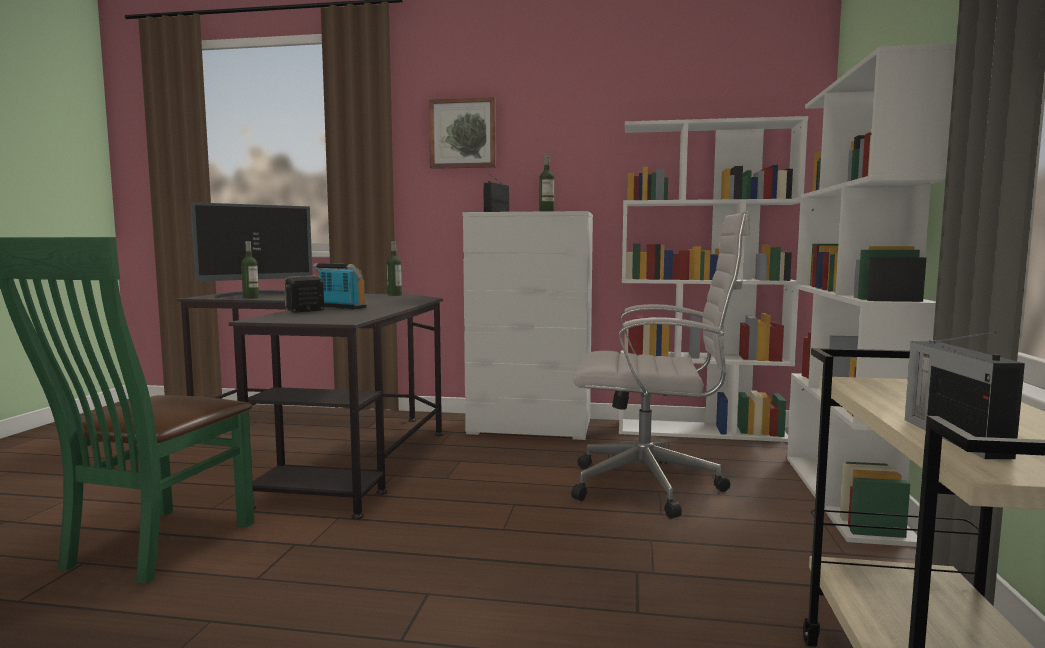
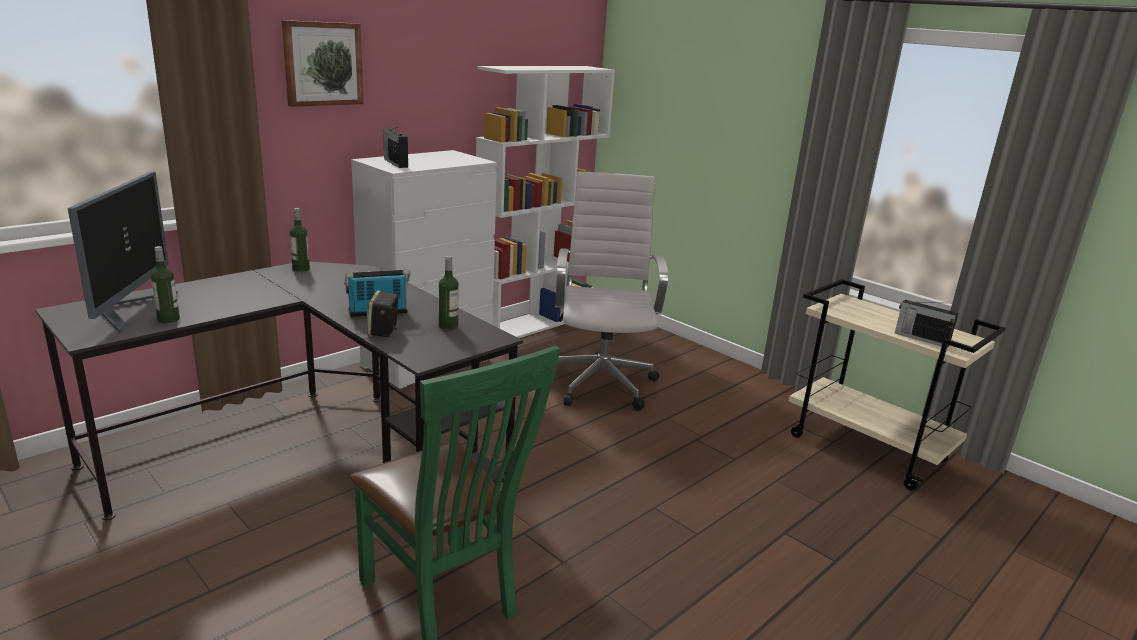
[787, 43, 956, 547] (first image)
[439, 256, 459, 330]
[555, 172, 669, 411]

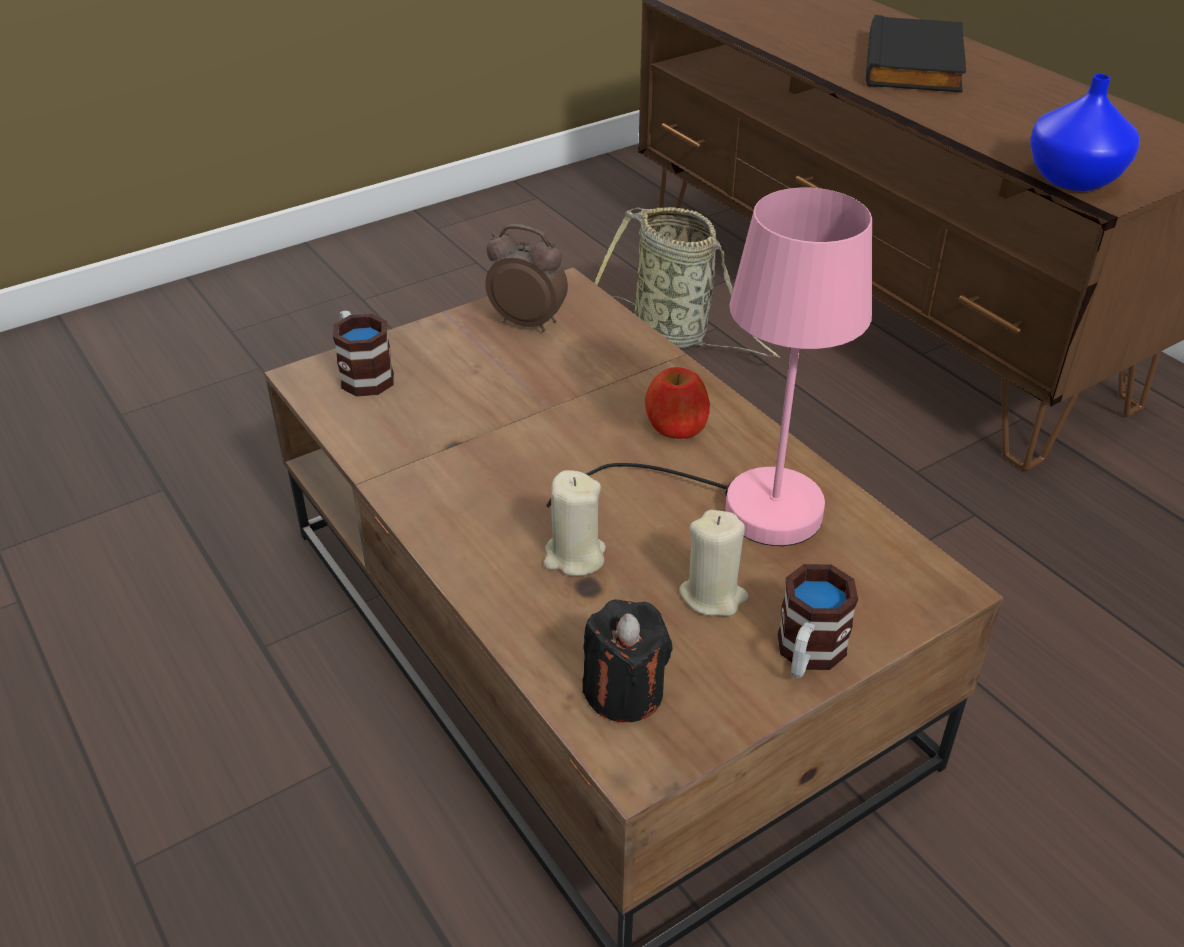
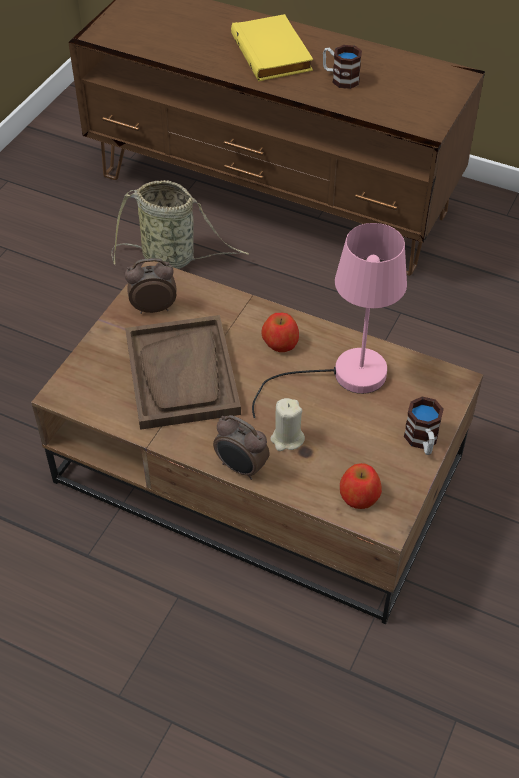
[679, 510, 748, 616] (first image)
[1030, 74, 1140, 191] (first image)
[125, 315, 241, 430]
[213, 415, 269, 480]
[323, 45, 362, 89]
[340, 463, 382, 509]
[231, 14, 313, 81]

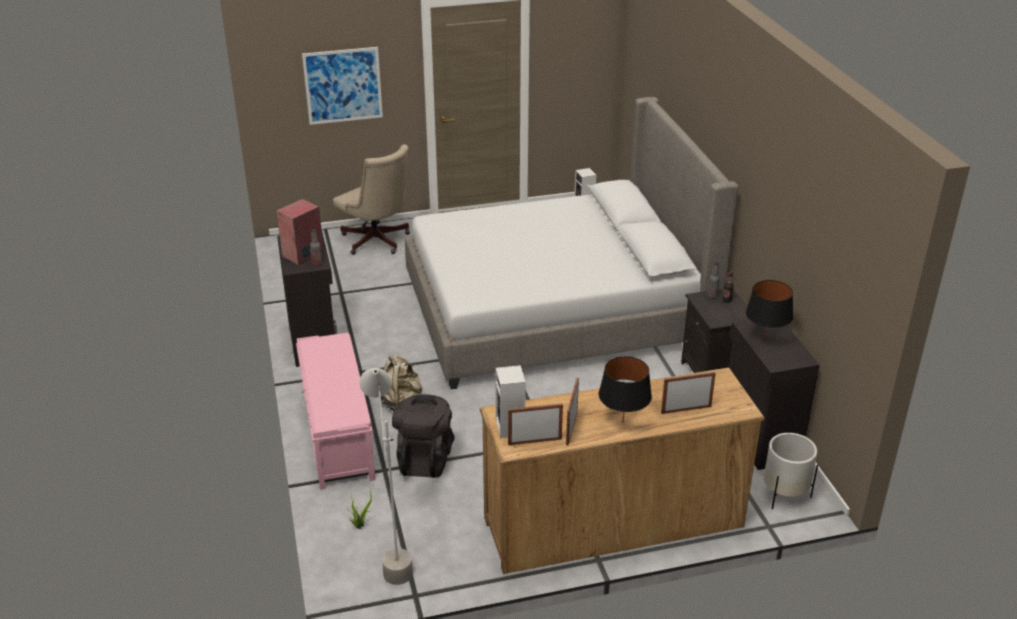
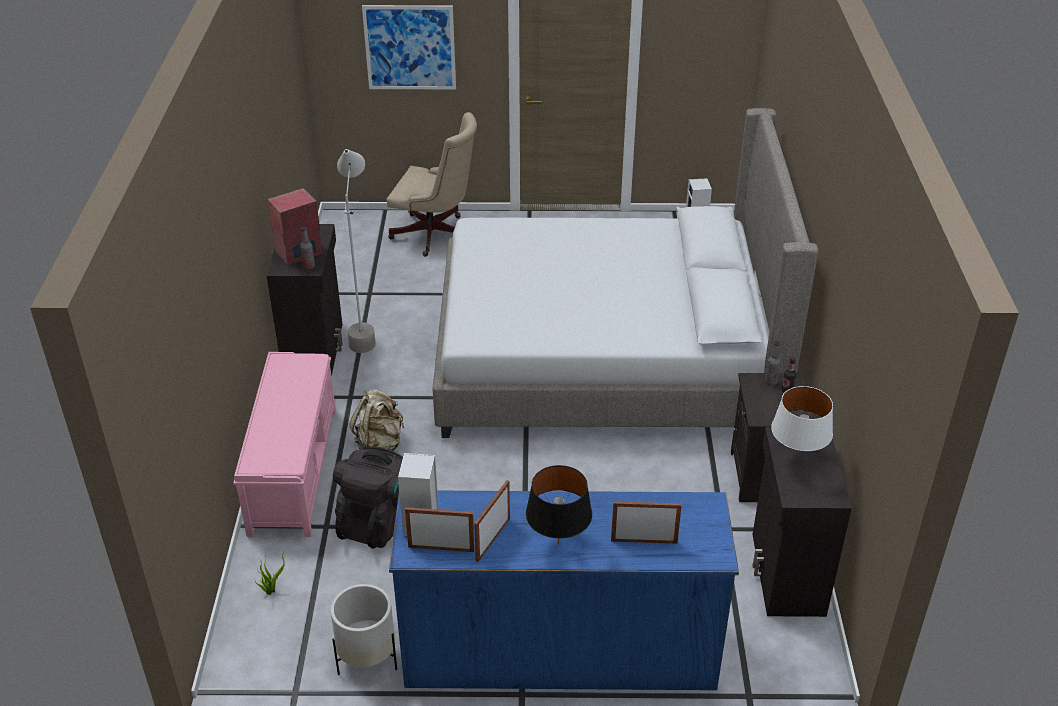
[337, 149, 376, 353]
[331, 584, 397, 675]
[389, 491, 739, 690]
[771, 386, 833, 460]
[387, 112, 477, 257]

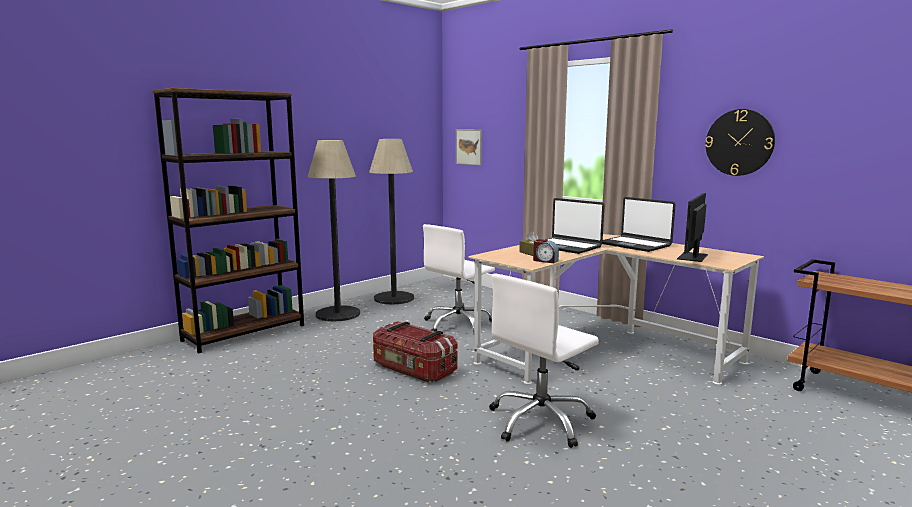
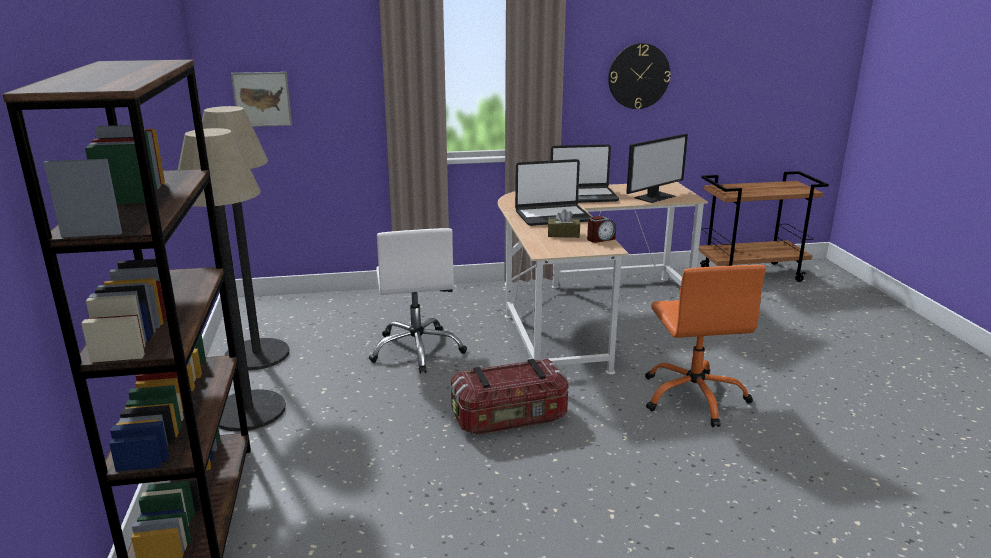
[645, 265, 766, 427]
[626, 134, 688, 203]

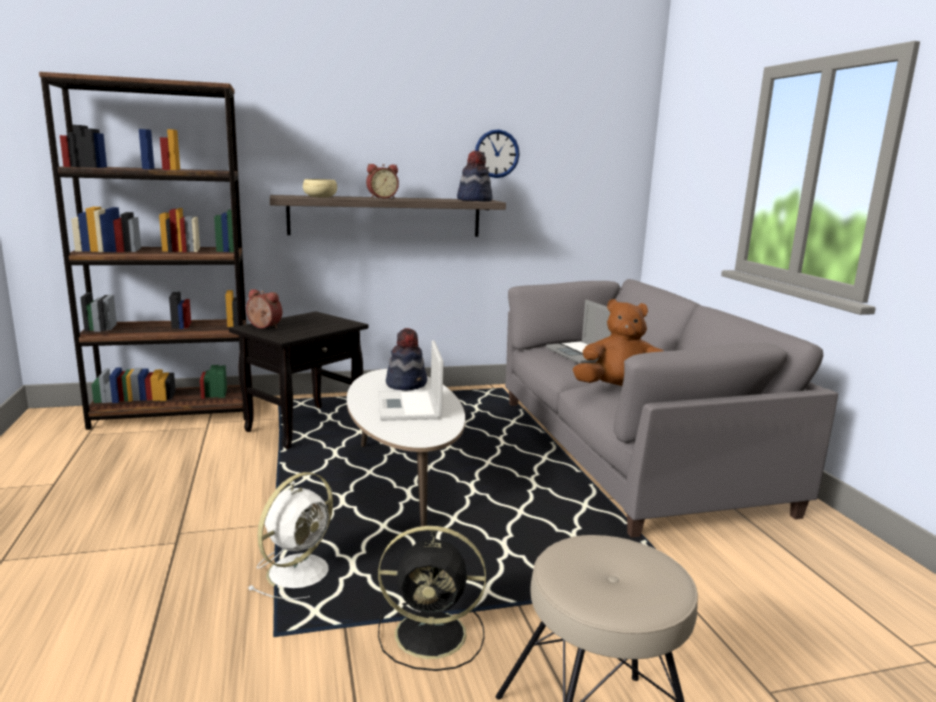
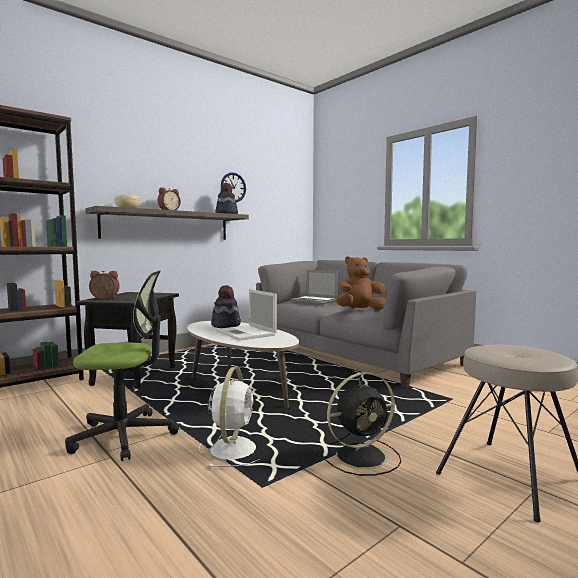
[65, 271, 179, 461]

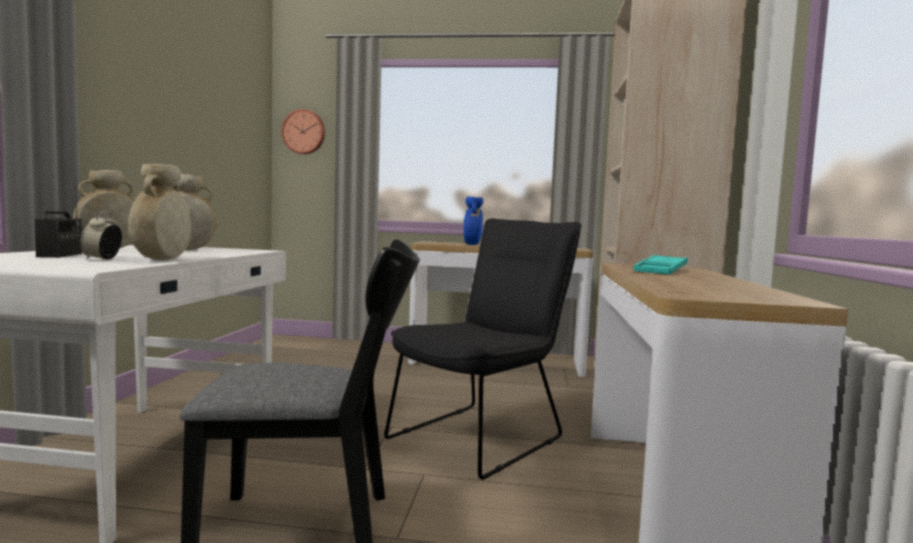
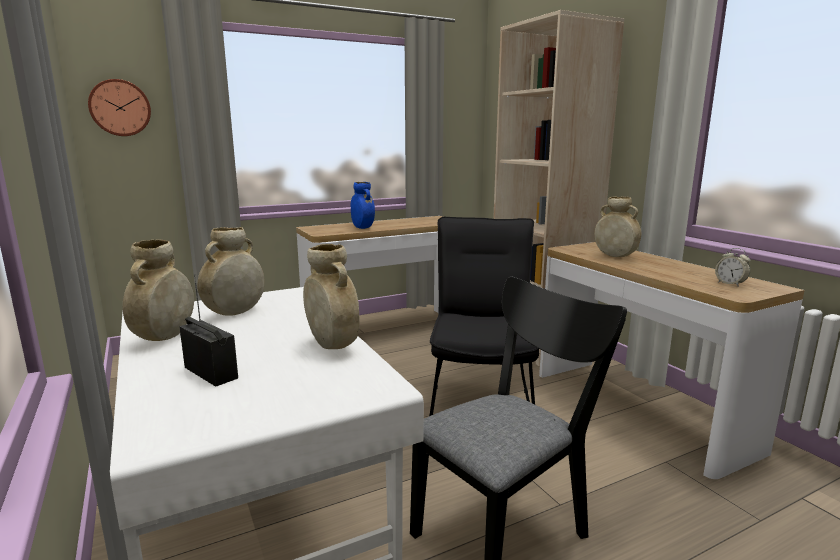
[715, 248, 751, 287]
[594, 196, 641, 257]

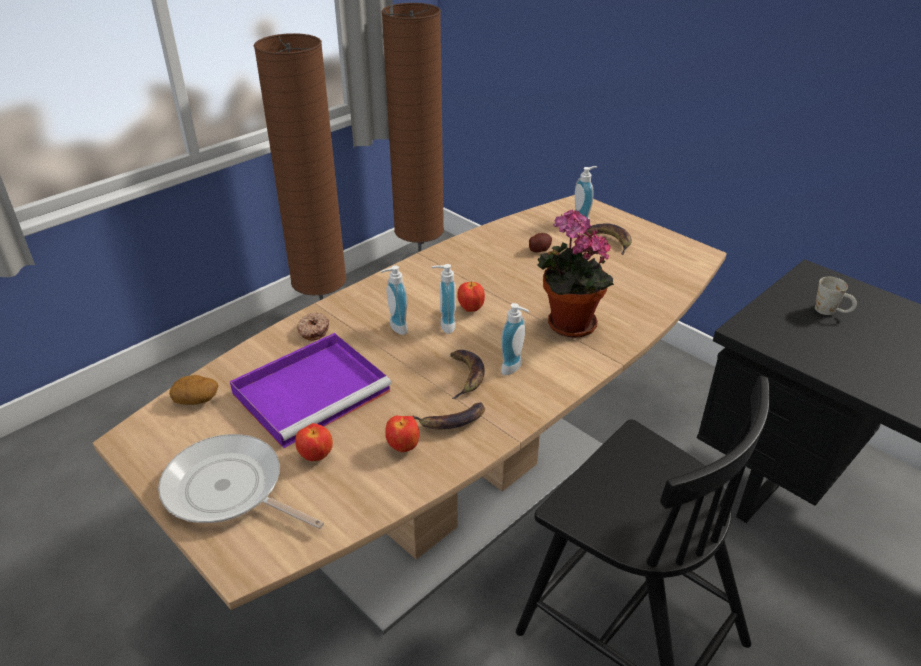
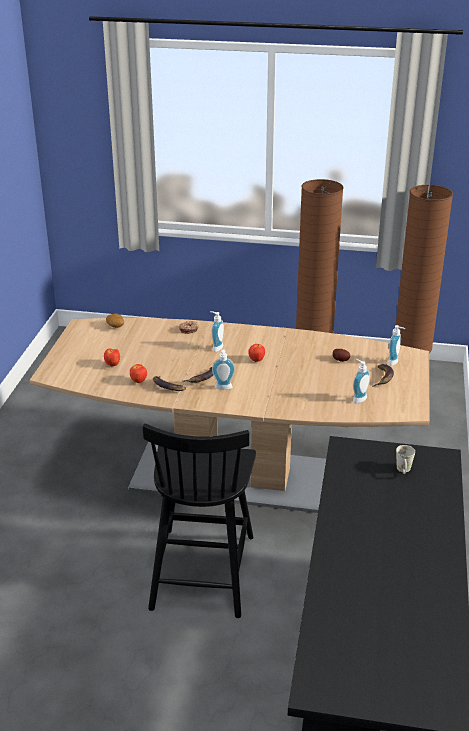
[158, 434, 324, 529] (first image)
[230, 333, 392, 449] (first image)
[537, 210, 614, 338] (first image)
[353, 359, 370, 403]

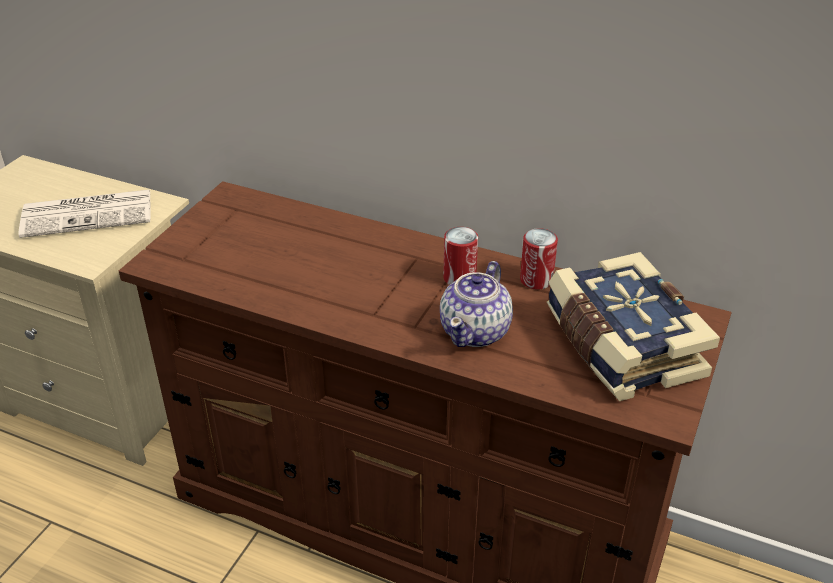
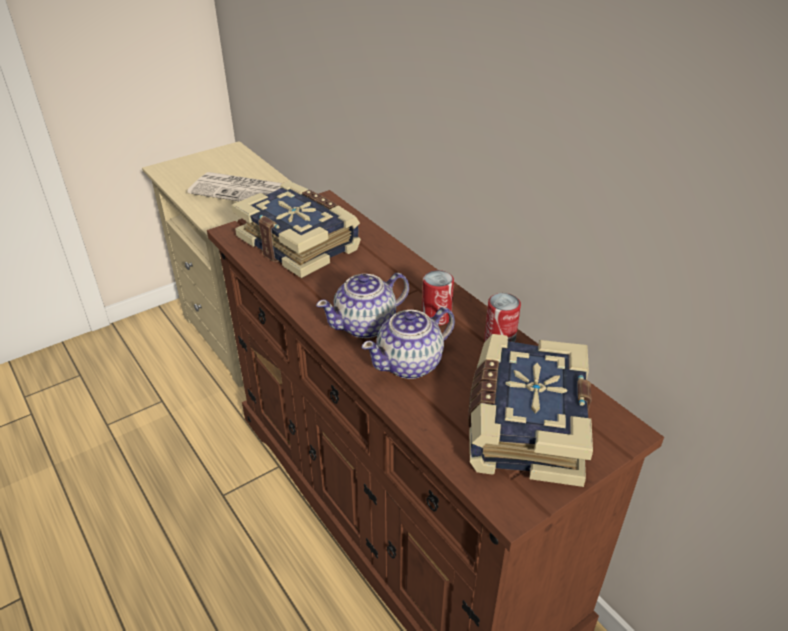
[231, 181, 361, 278]
[316, 273, 409, 338]

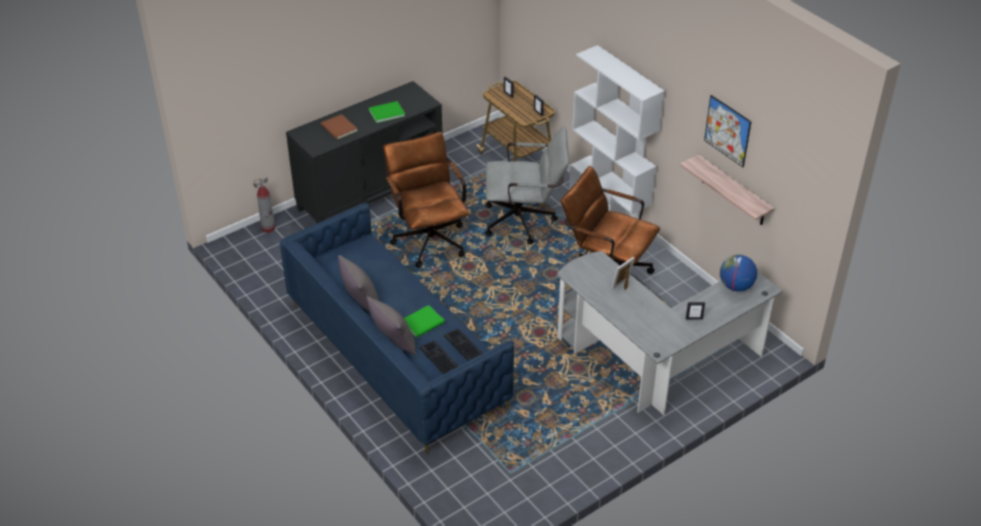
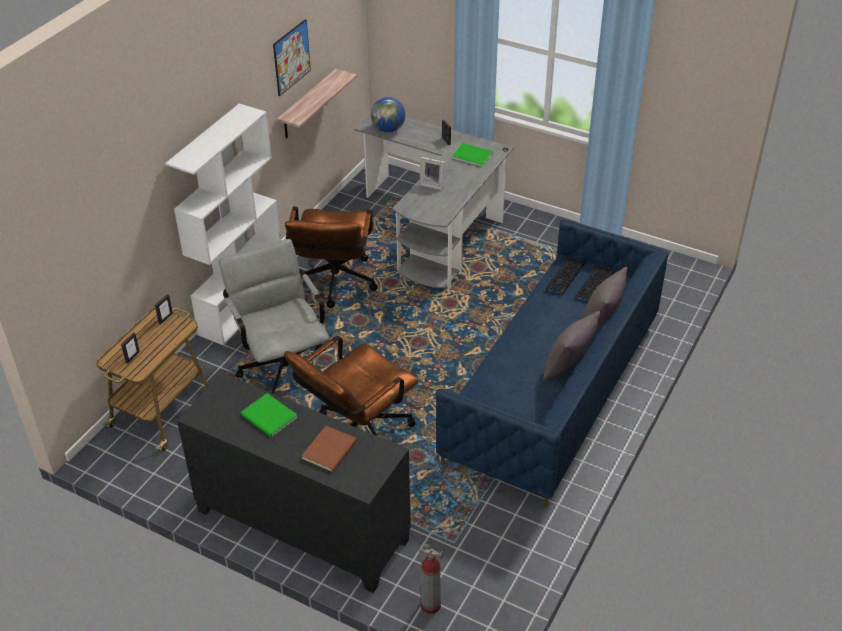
[452, 143, 493, 167]

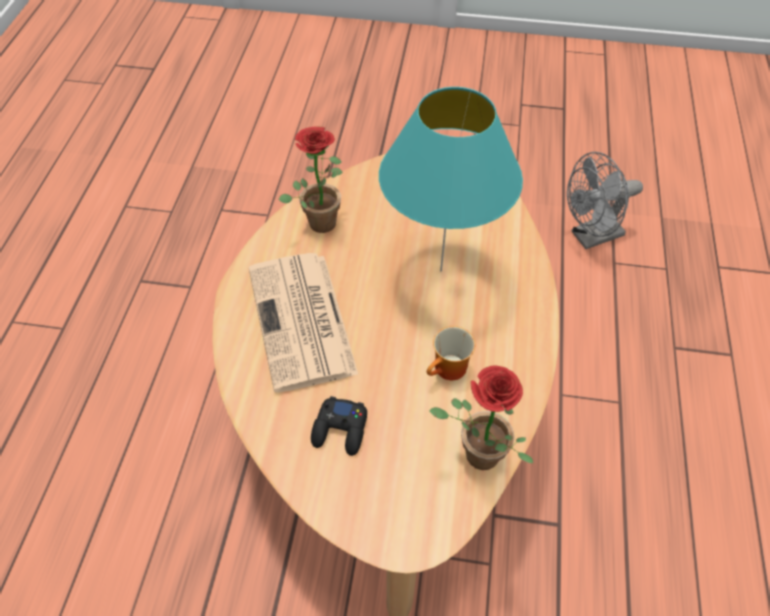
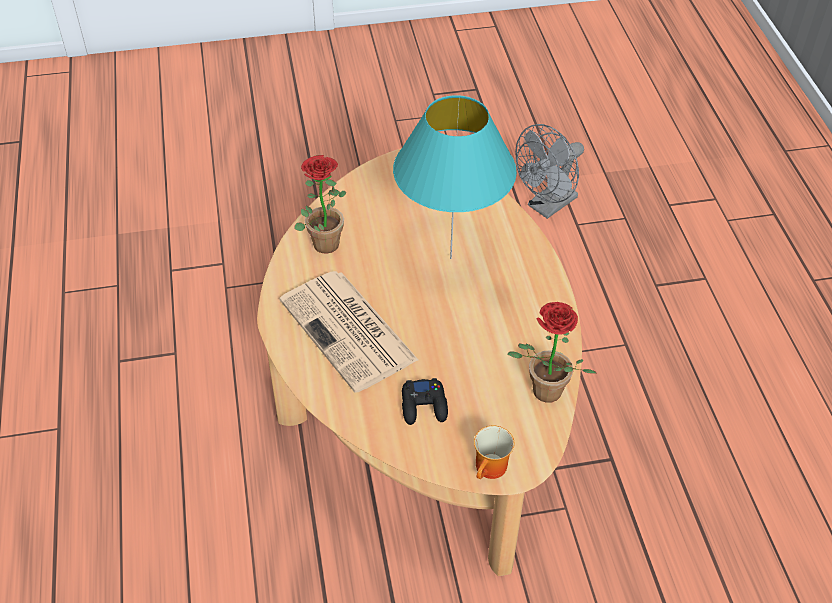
[474, 426, 514, 479]

